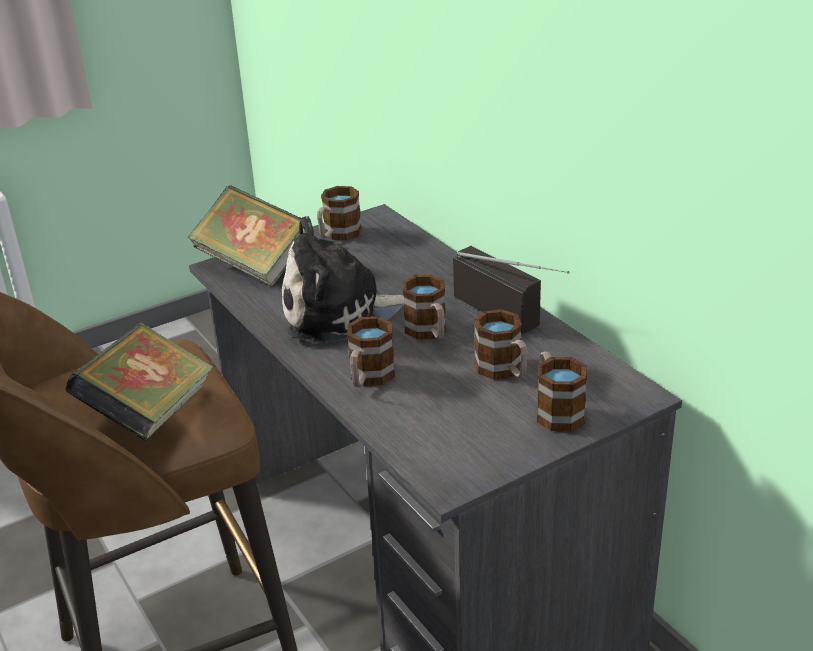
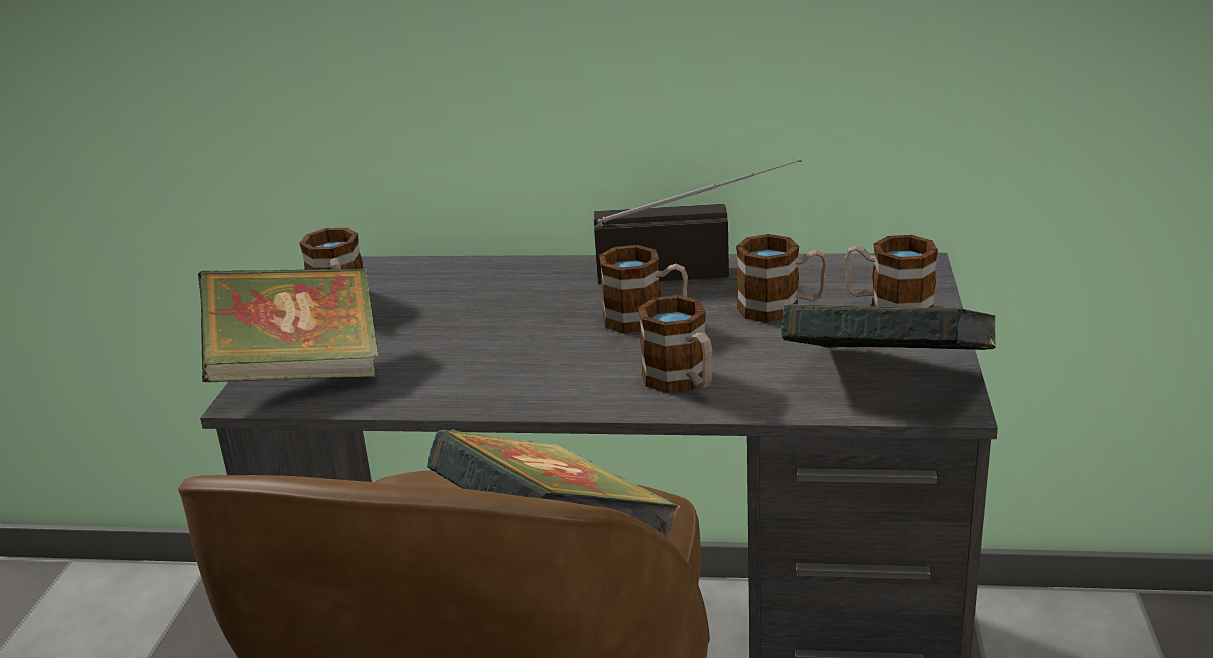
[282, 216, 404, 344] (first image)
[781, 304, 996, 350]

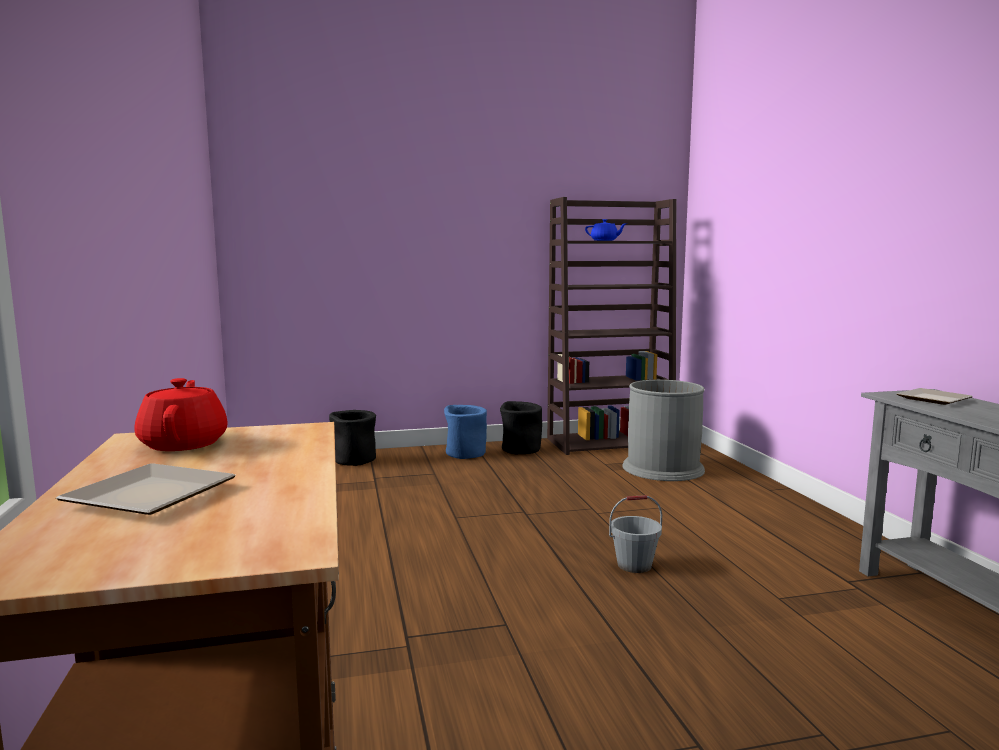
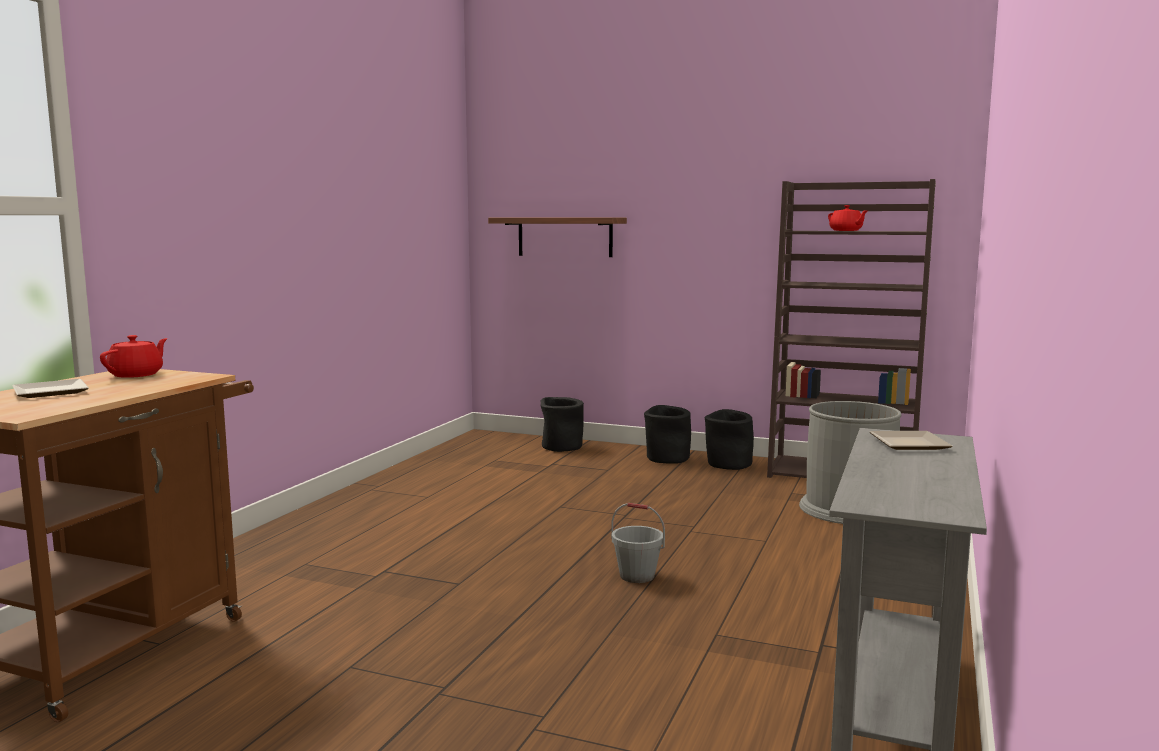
[488, 218, 627, 257]
[644, 405, 691, 464]
[828, 205, 868, 231]

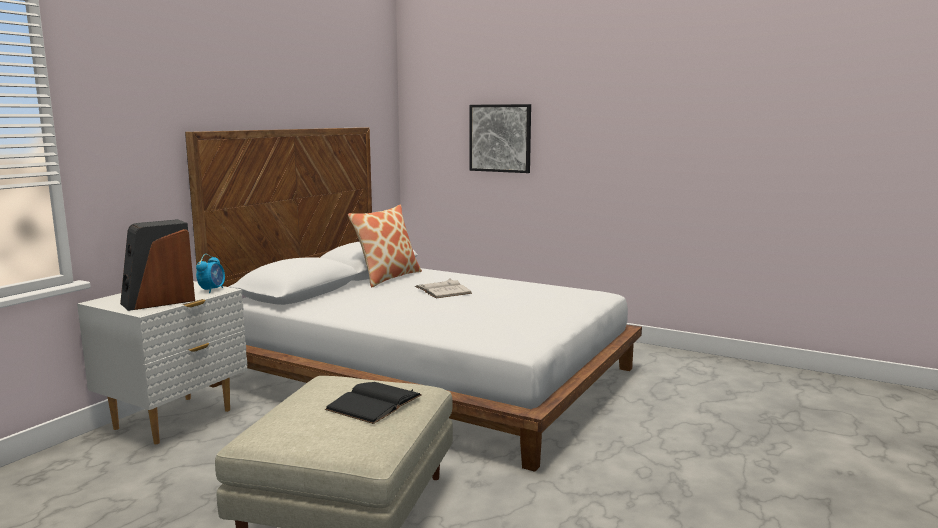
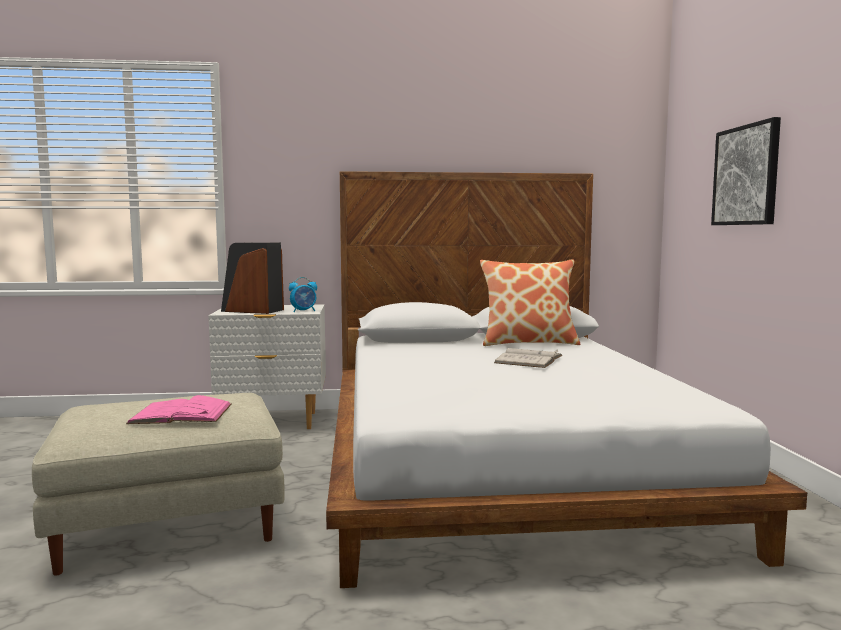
[126, 395, 232, 424]

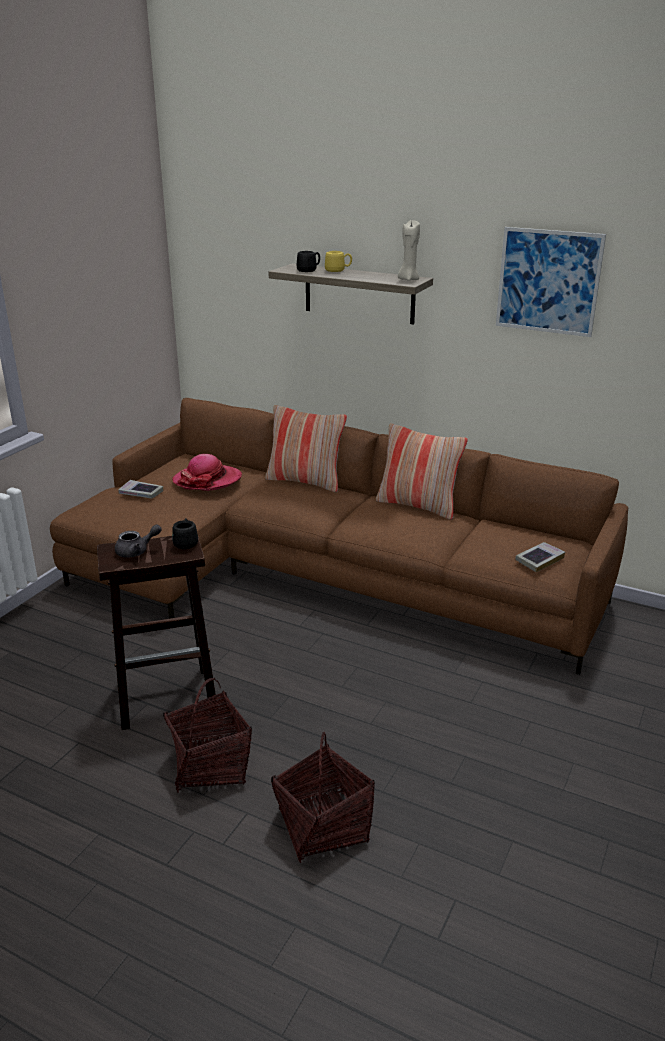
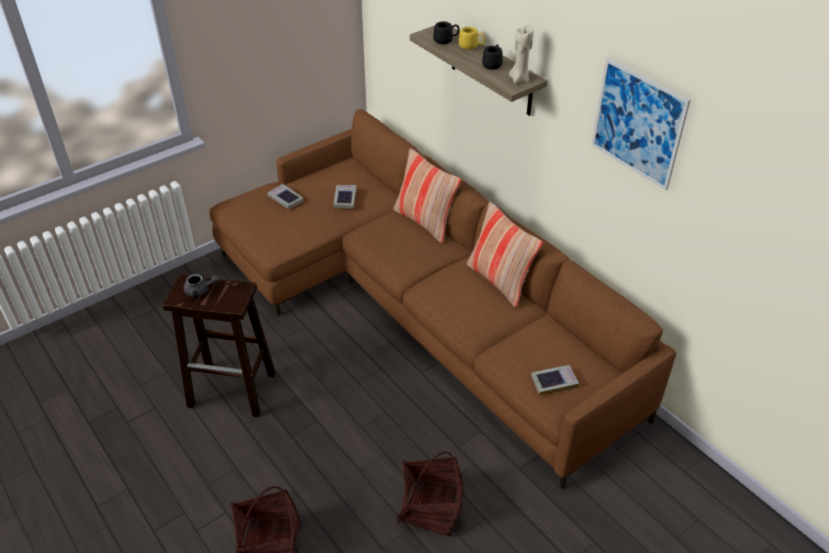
[397, 451, 464, 537]
[482, 44, 503, 70]
[333, 185, 356, 209]

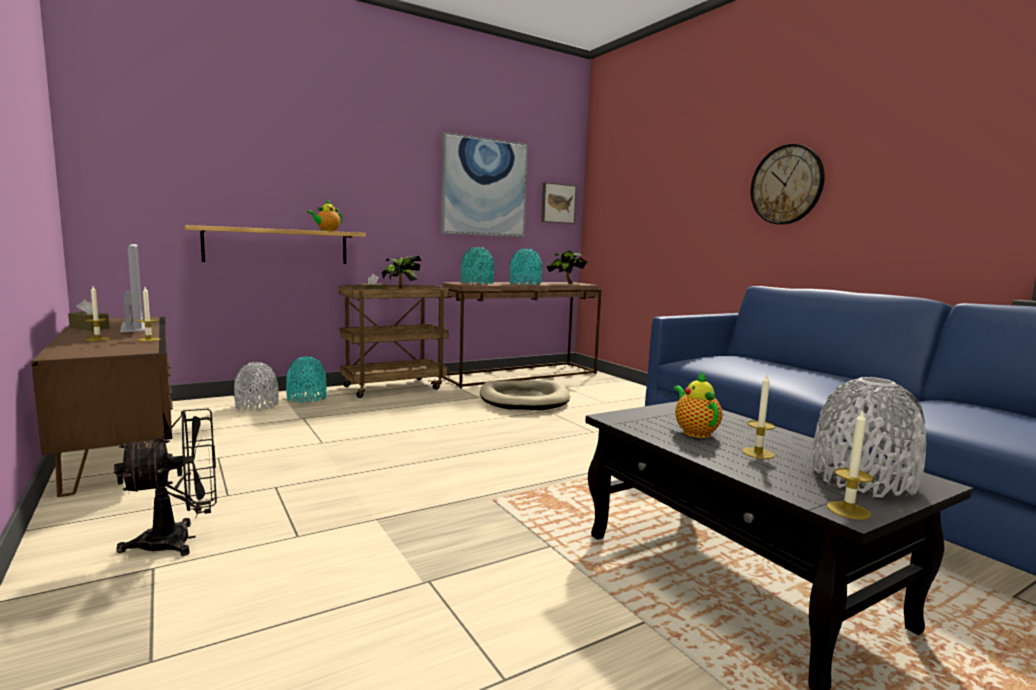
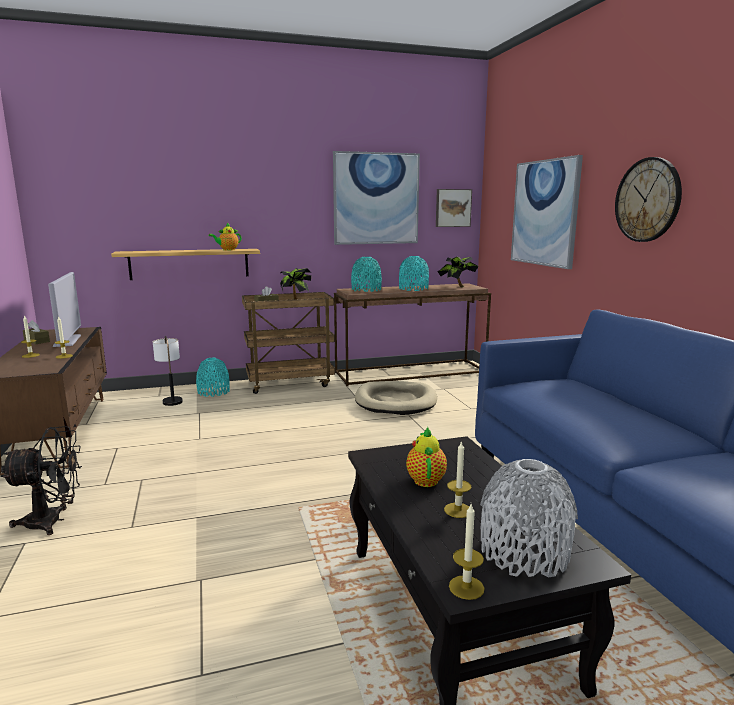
[511, 155, 583, 269]
[153, 336, 183, 406]

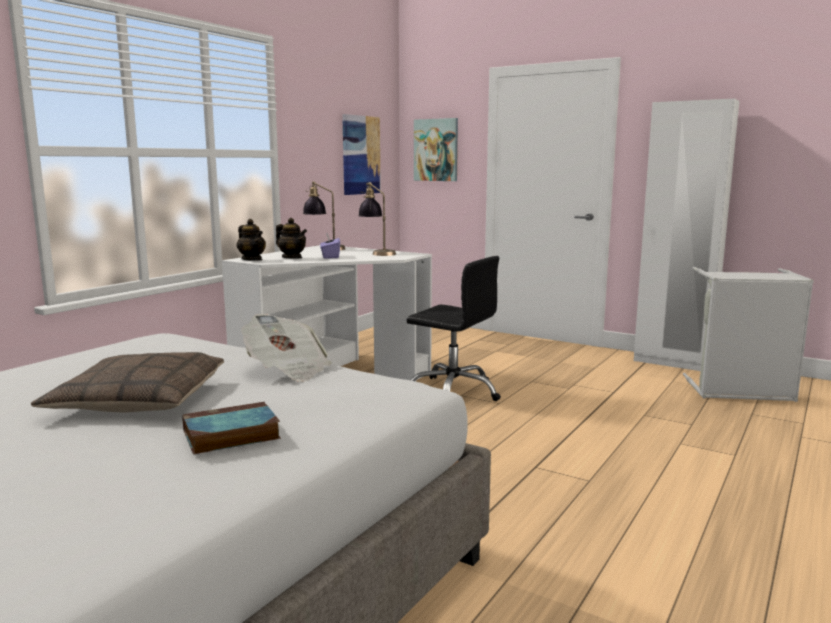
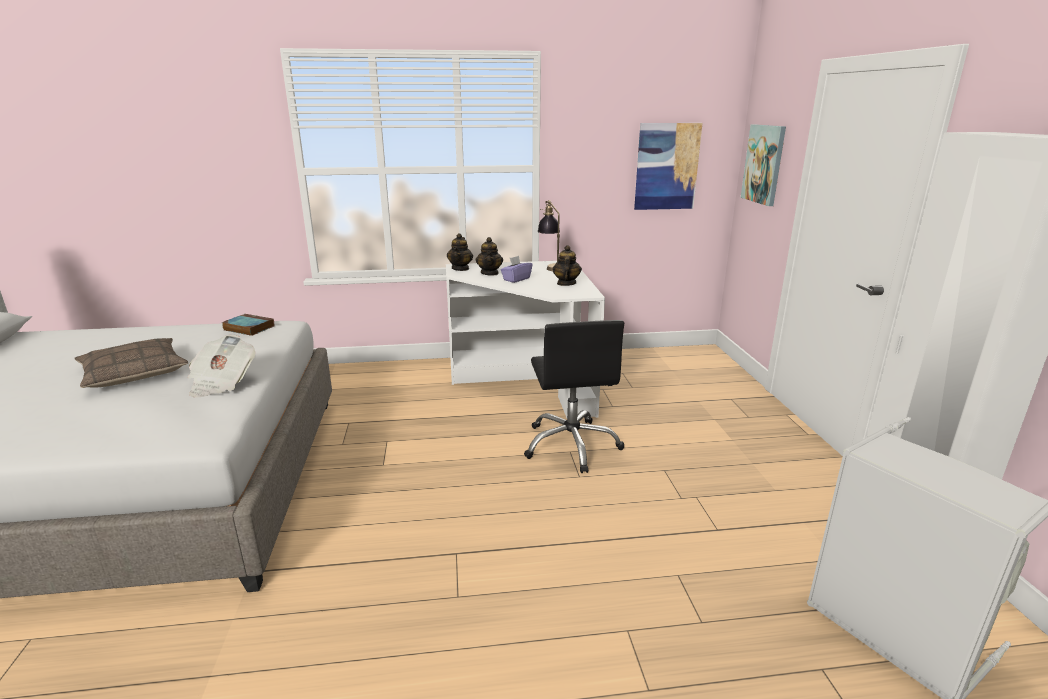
[222, 314, 275, 336]
[552, 245, 582, 286]

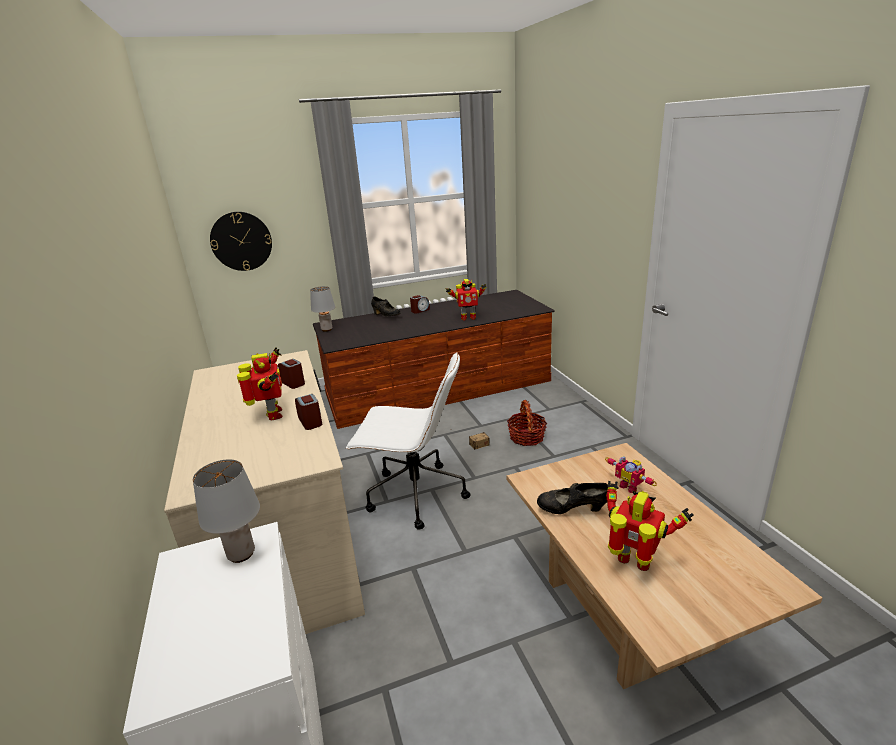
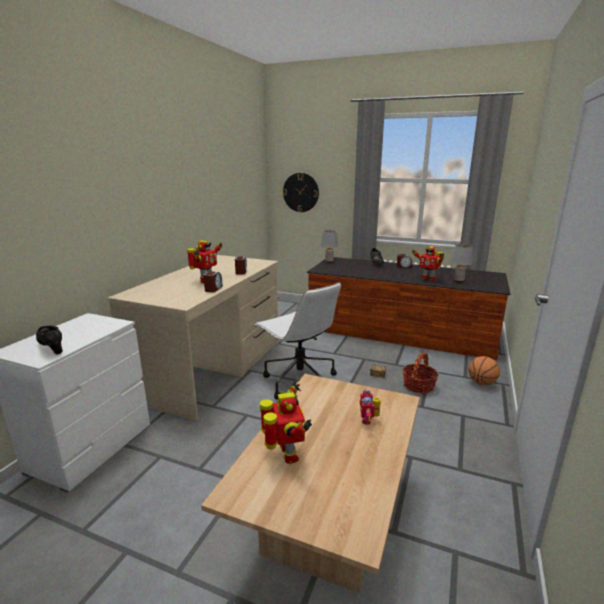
[468, 356, 500, 385]
[451, 244, 473, 282]
[36, 325, 63, 354]

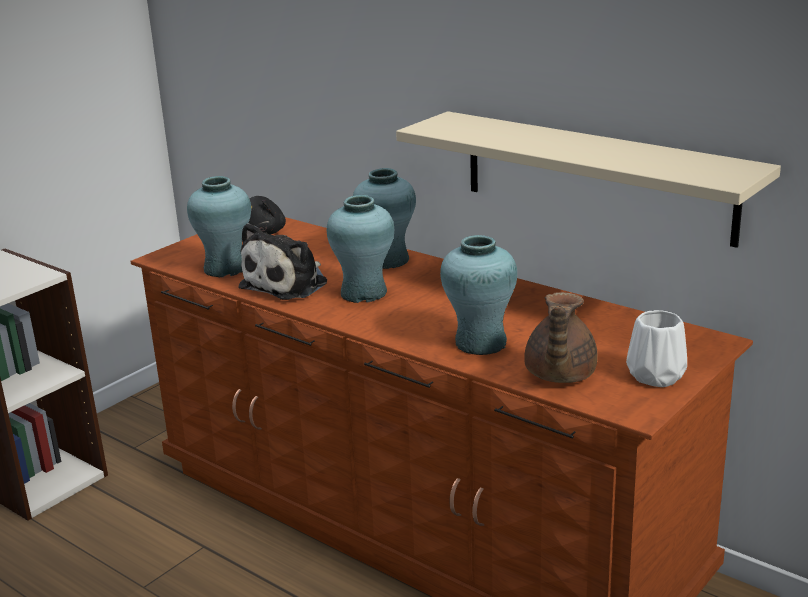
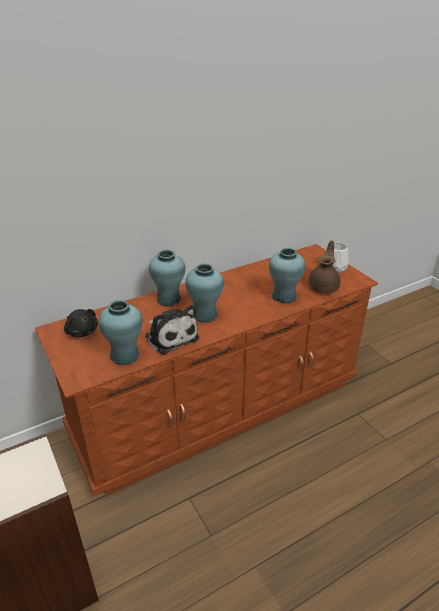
[396, 111, 781, 248] (first image)
[309, 240, 341, 294]

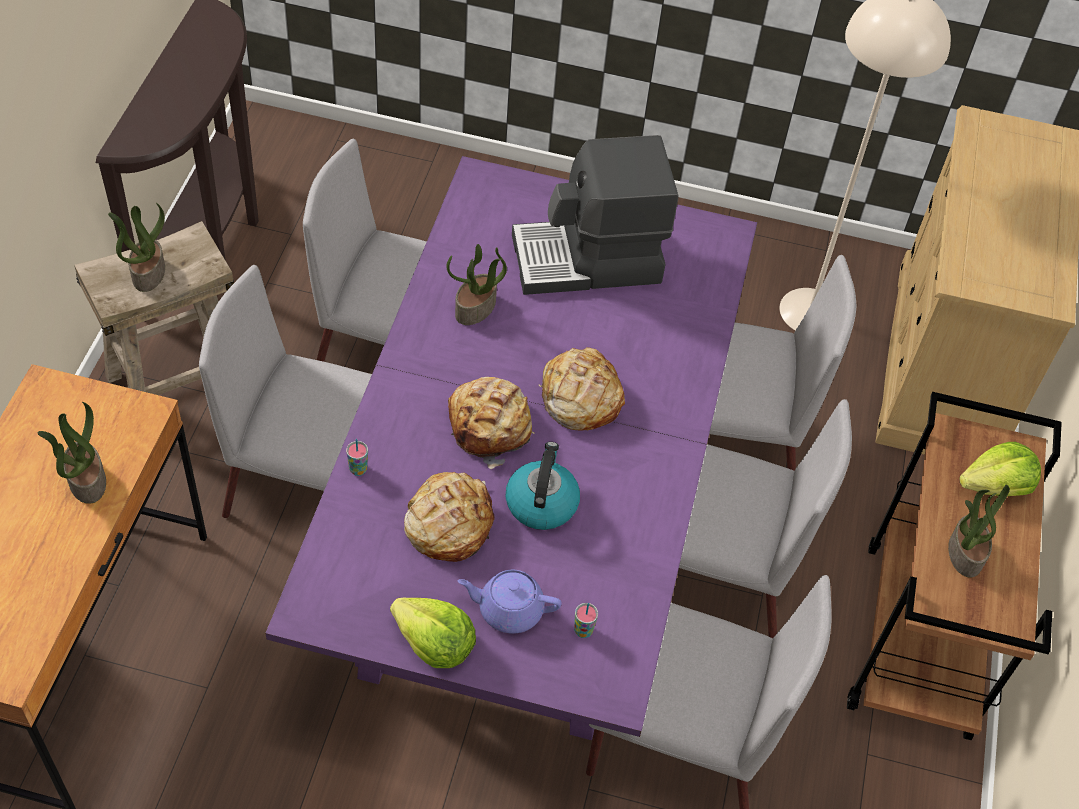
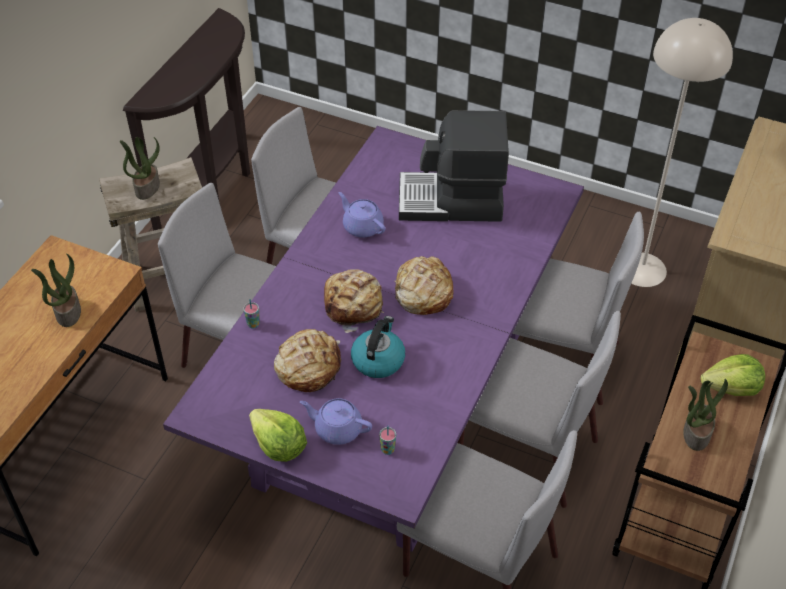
[339, 192, 385, 237]

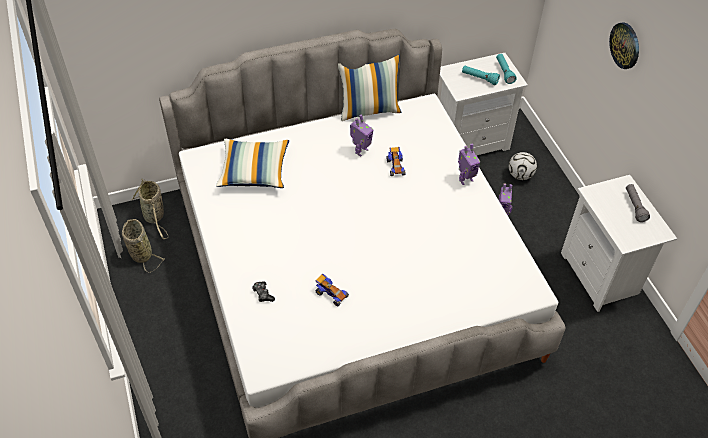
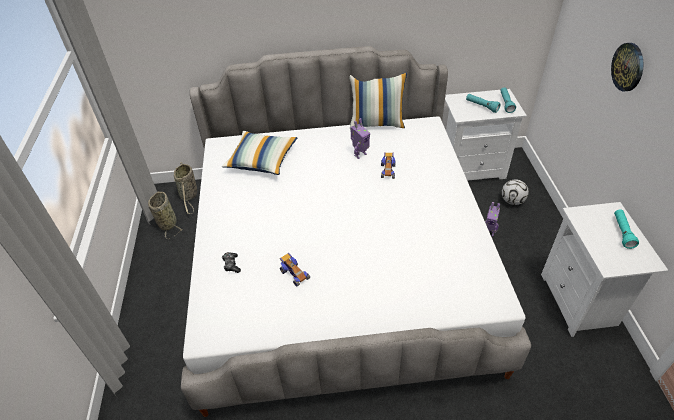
[458, 144, 480, 185] (first image)
[614, 209, 639, 249]

